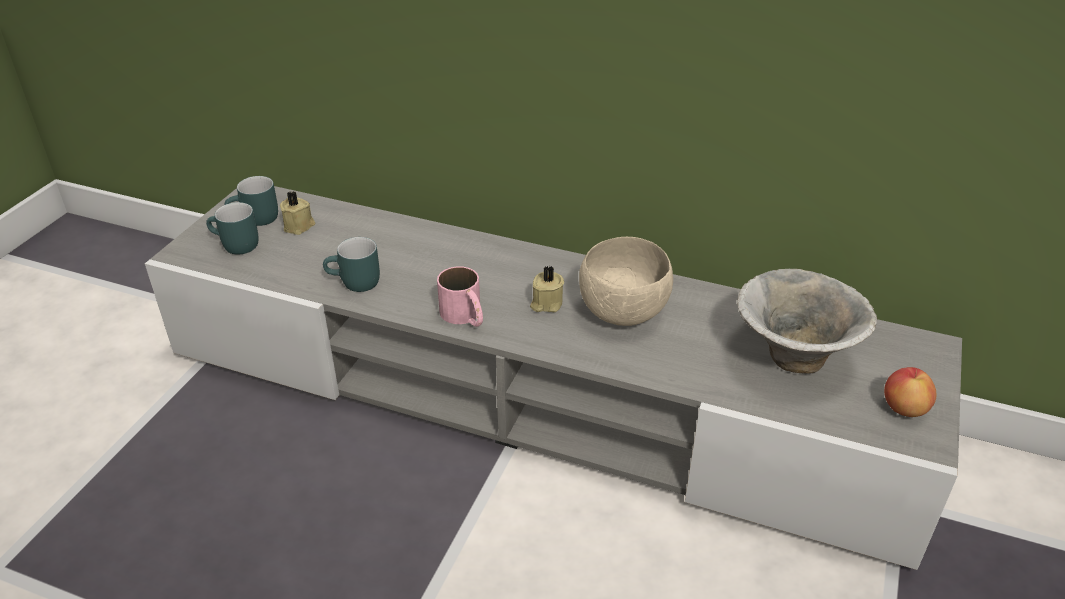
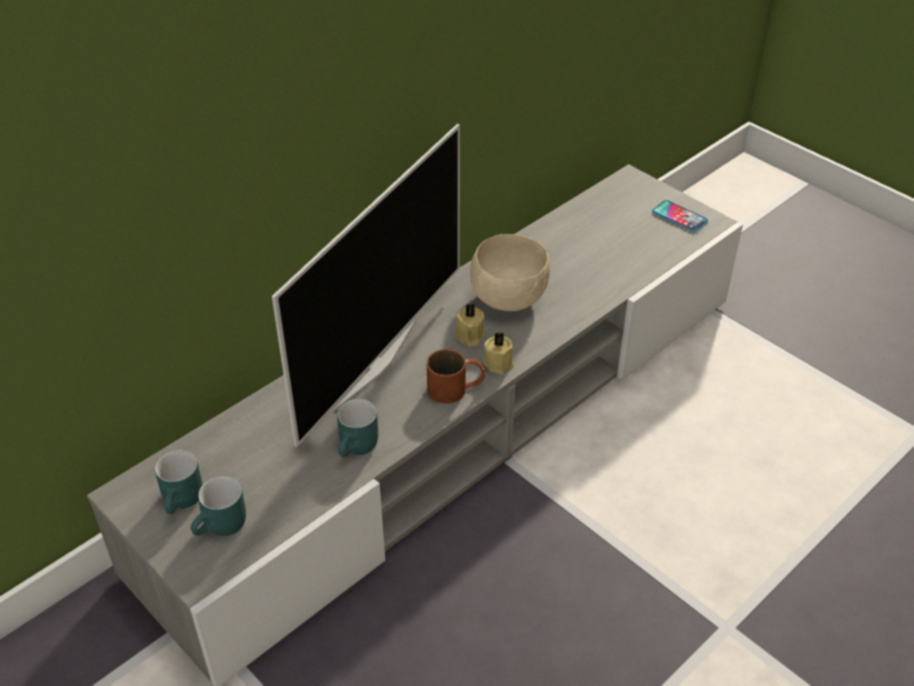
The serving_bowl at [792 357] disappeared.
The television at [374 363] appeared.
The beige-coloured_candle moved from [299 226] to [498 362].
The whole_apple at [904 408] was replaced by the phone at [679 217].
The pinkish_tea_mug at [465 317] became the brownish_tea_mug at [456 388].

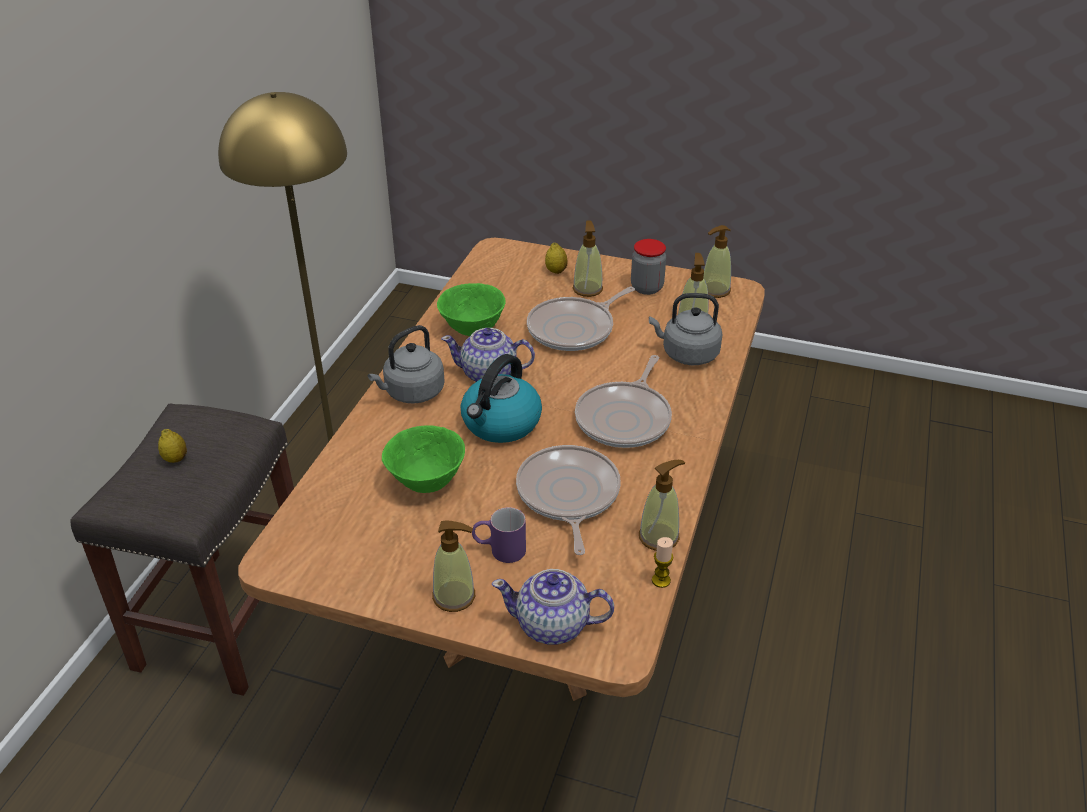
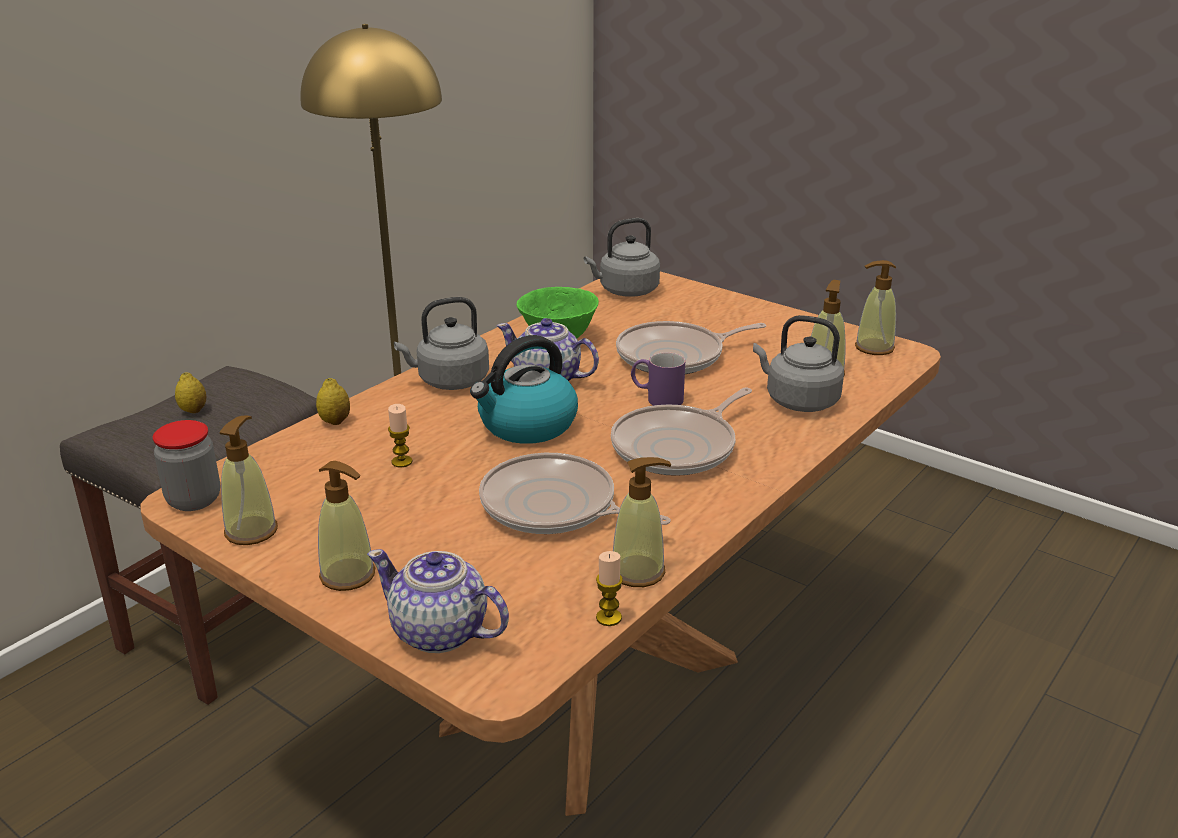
The gray_tea_kettle at [626 291] appeared.
The purple-coloured_tea_mug moved from [499 550] to [656 399].
The whole_lemon moved from [556 271] to [335 421].
The soap_bottle moved from [587 289] to [251 531].
The preserve_jar moved from [646 288] to [194 500].
The green-coloured_serving_bowl at [426 482] was replaced by the candle at [402 462].
The frying_pan at [568 495] turned 75 degrees counterclockwise.

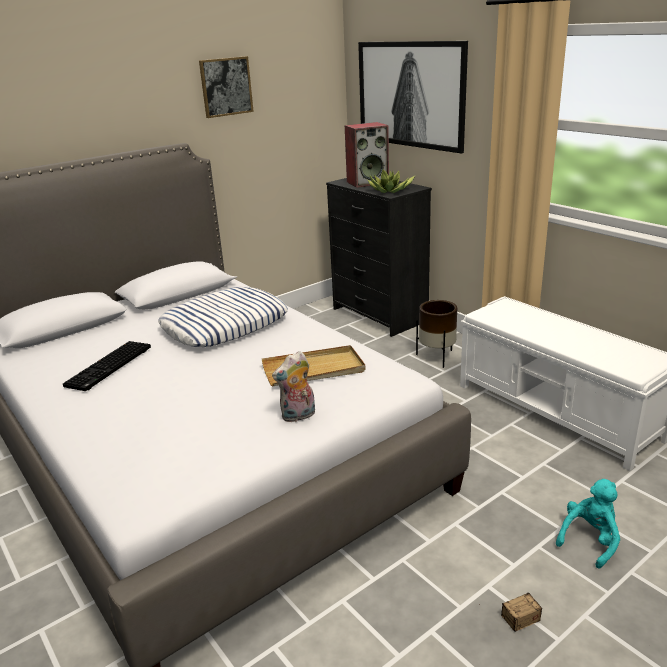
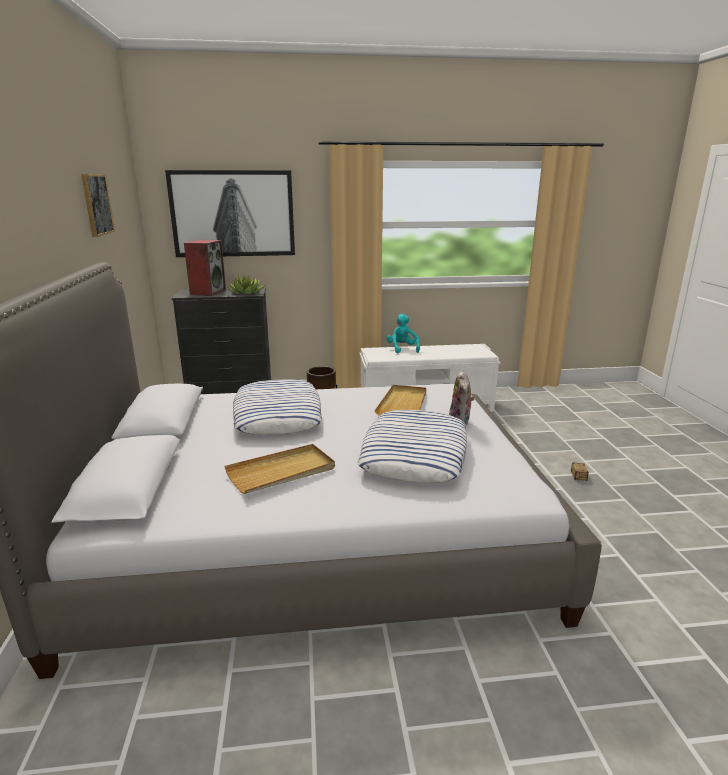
The pillow at [414 454] appeared.
The turquoise-coloured_cuddly_toy moved from [590 540] to [402 349].
The keyboard at [110 367] was replaced by the beige-coloured_serving_tray at [282 472].

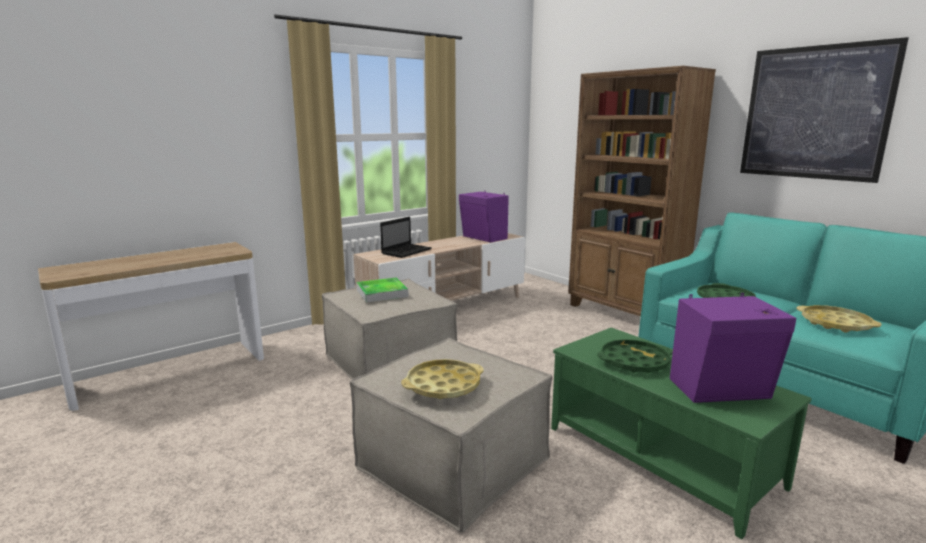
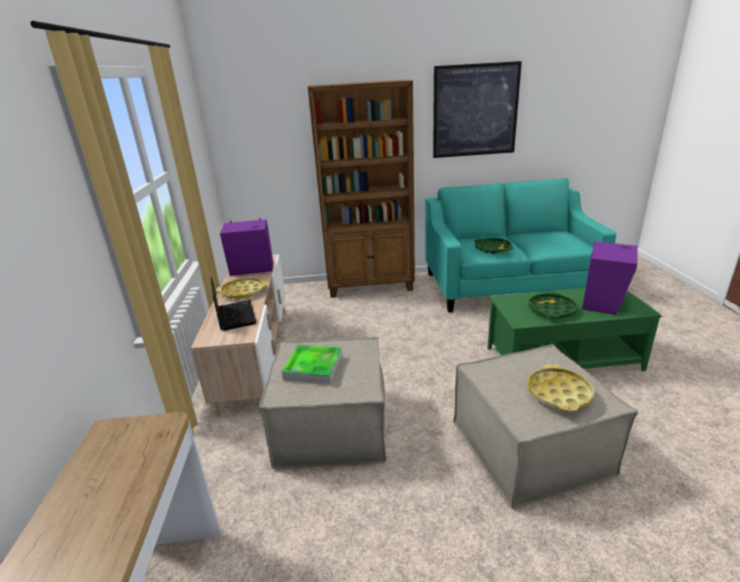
The yellowish_serving_tray moved from [835 324] to [243 292].

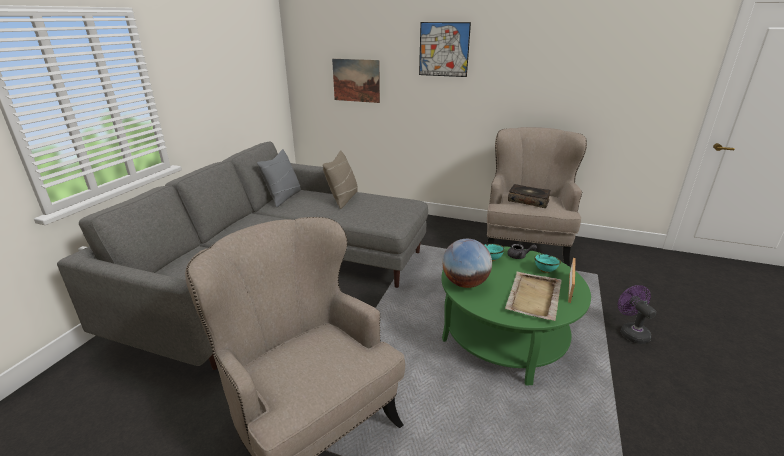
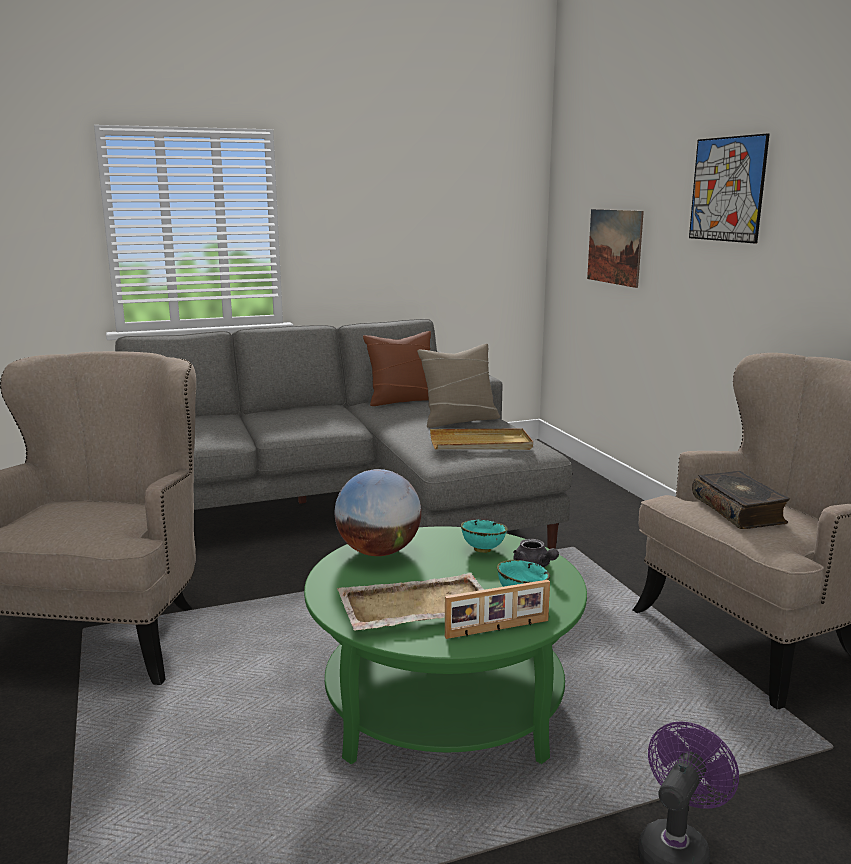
The beige-coloured_serving_tray at [481 444] appeared.
The gray_pillow at [283 197] became the brownish_pillow at [402 400].

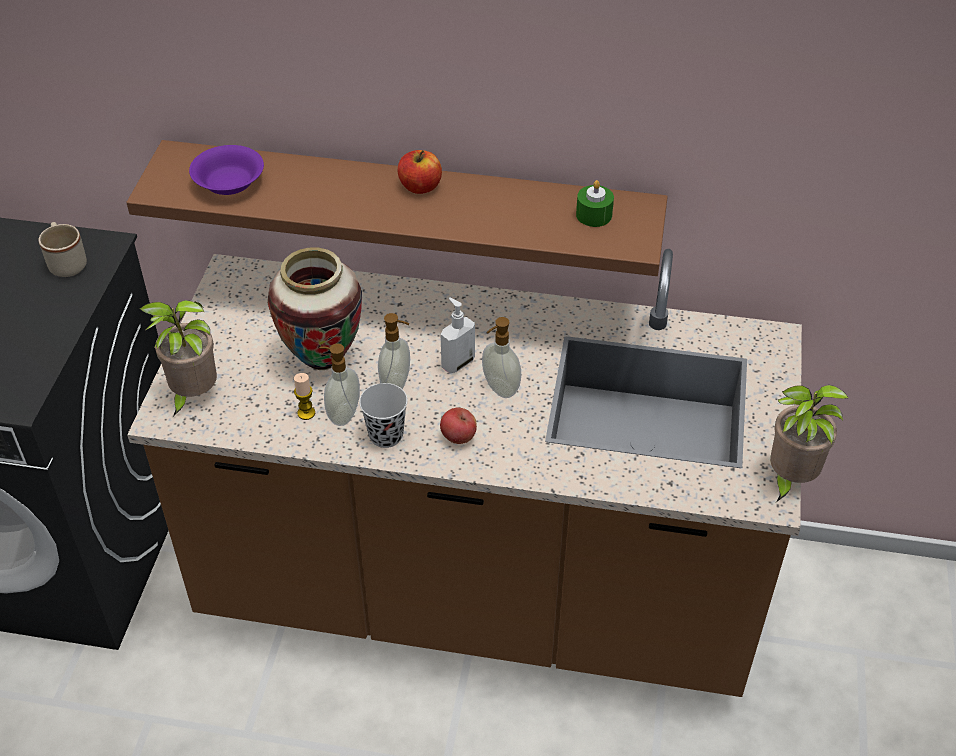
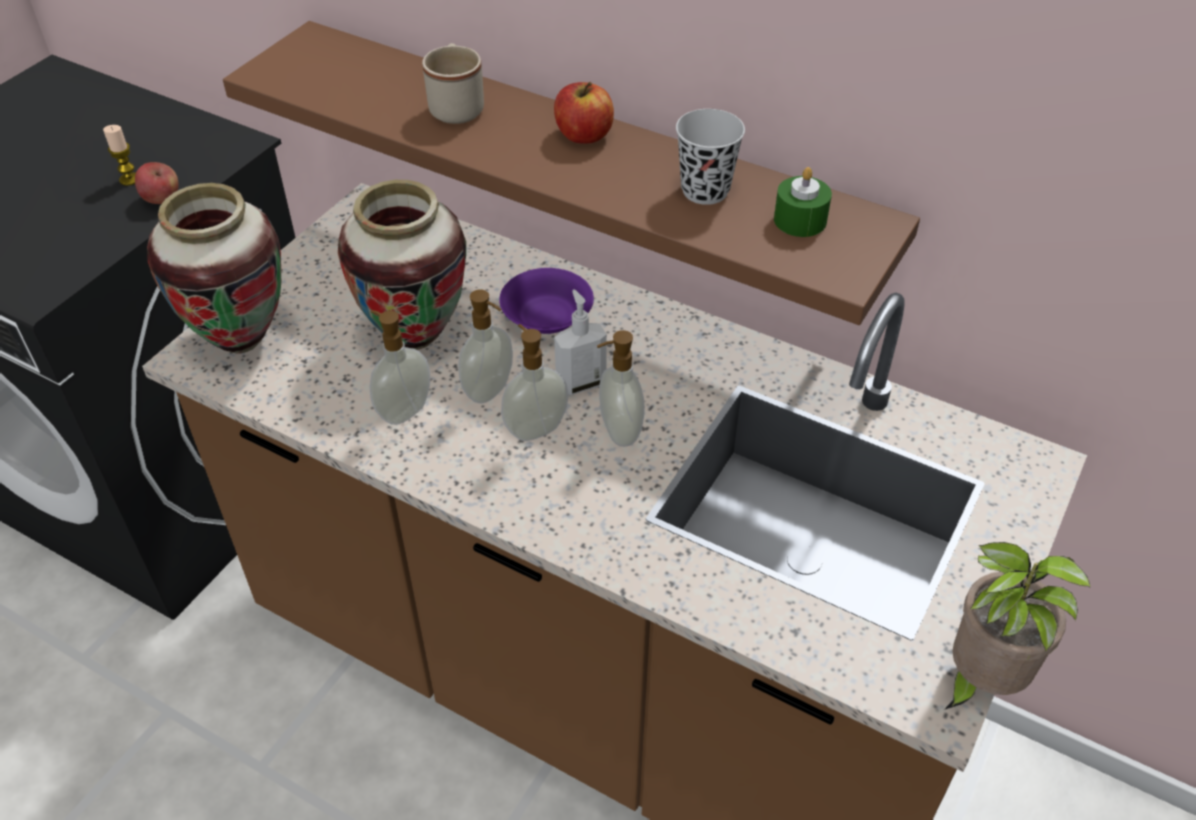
The soap_bottle at [535 428] appeared.
The beige-coloured_tea_mug moved from [67 262] to [456 106].
The purple-coloured_serving_bowl moved from [228 184] to [546 318].
The candle moved from [306 413] to [129 179].
The blackish_drinking_cup moved from [386 435] to [705 191].
The whole_apple moved from [458 437] to [162 200].
The houseplant at [192 396] was replaced by the flower_vase at [241 340].

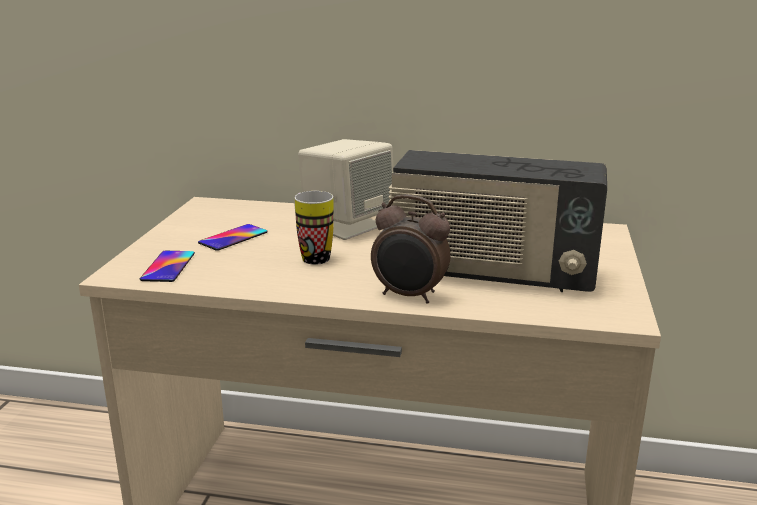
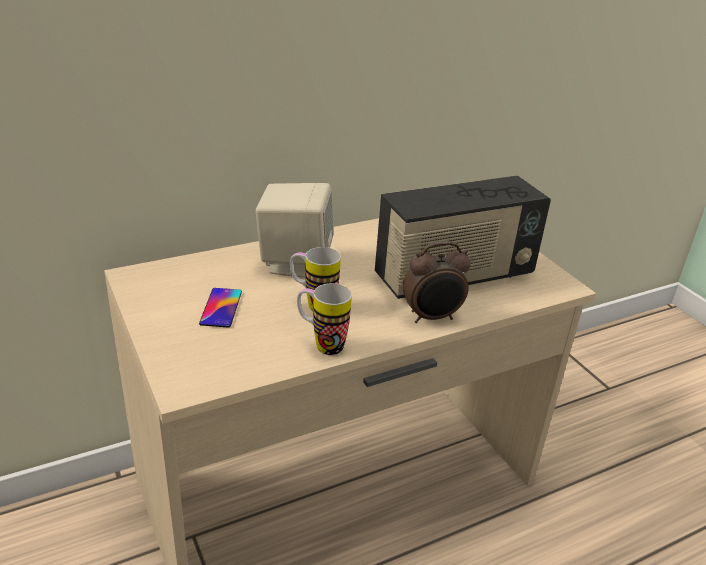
The phone at [168 267] disappeared.
The tea_mug at [321 344] appeared.

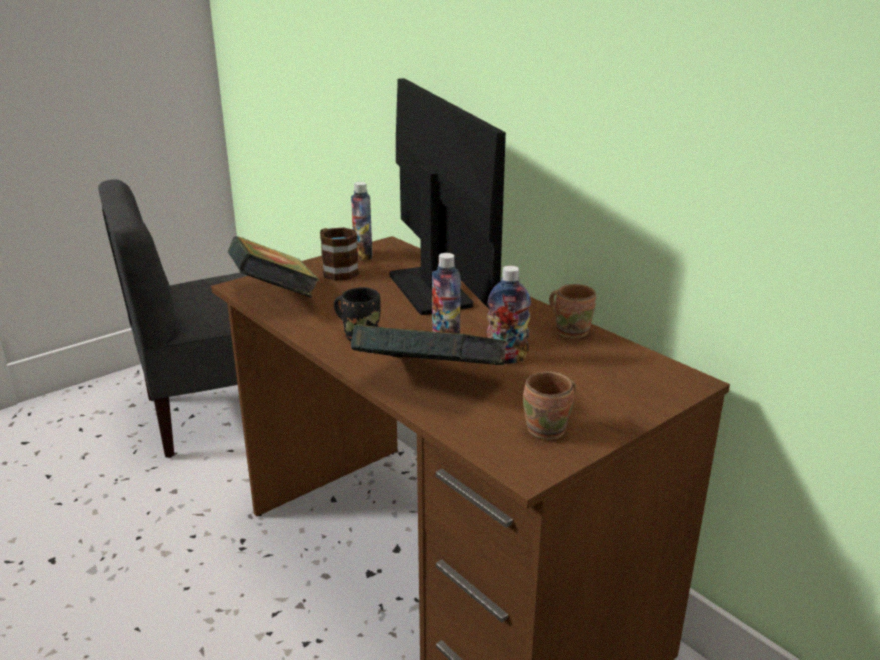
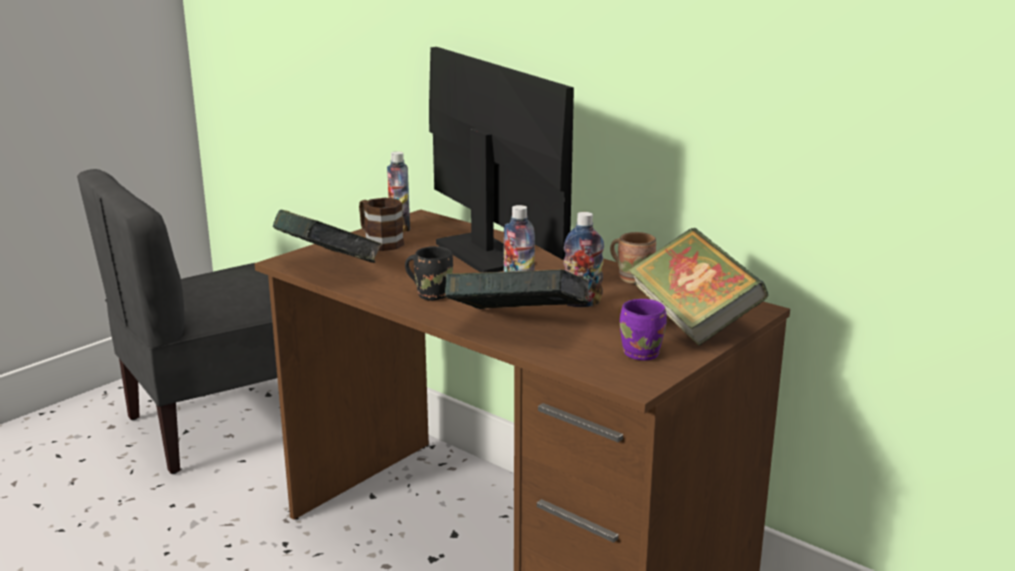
The bound_book at [692 321] appeared.
The brownish_tea_mug at [550 430] became the purple-coloured_tea_mug at [644 353].

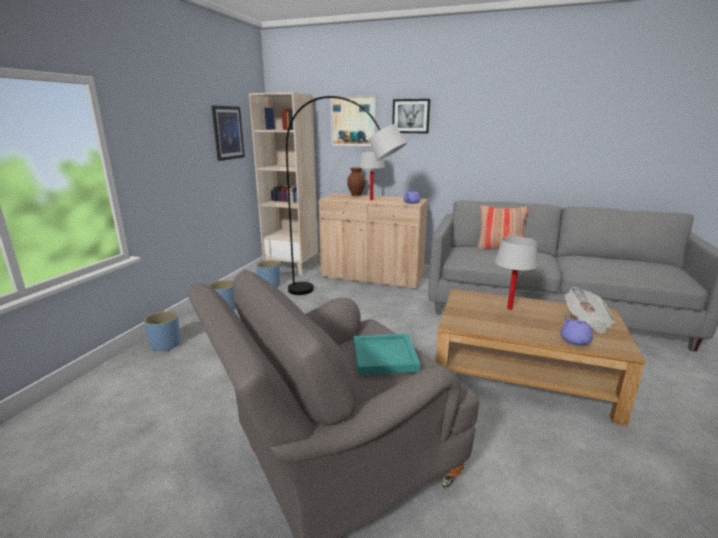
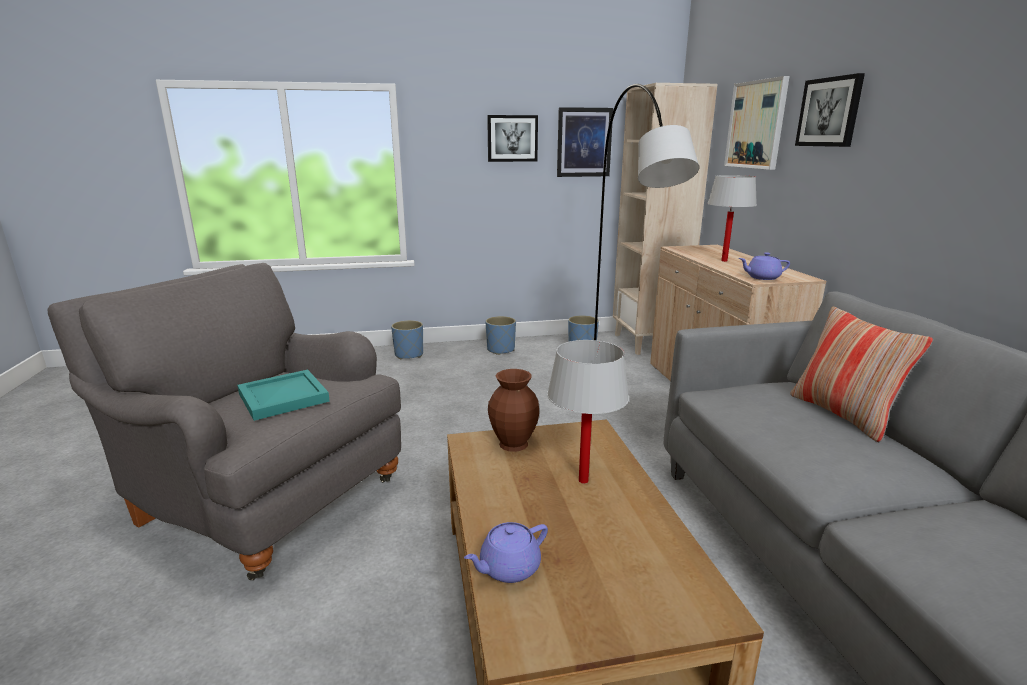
The newspaper at [587 321] disappeared.
The wall_art at [512 138] appeared.
The brownish_flower_vase moved from [356 195] to [514 444].

